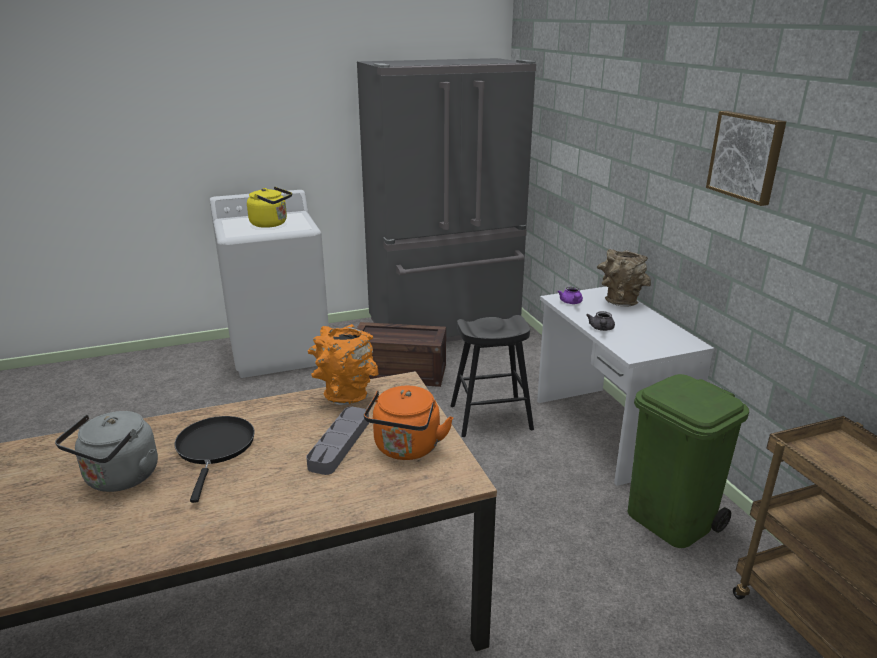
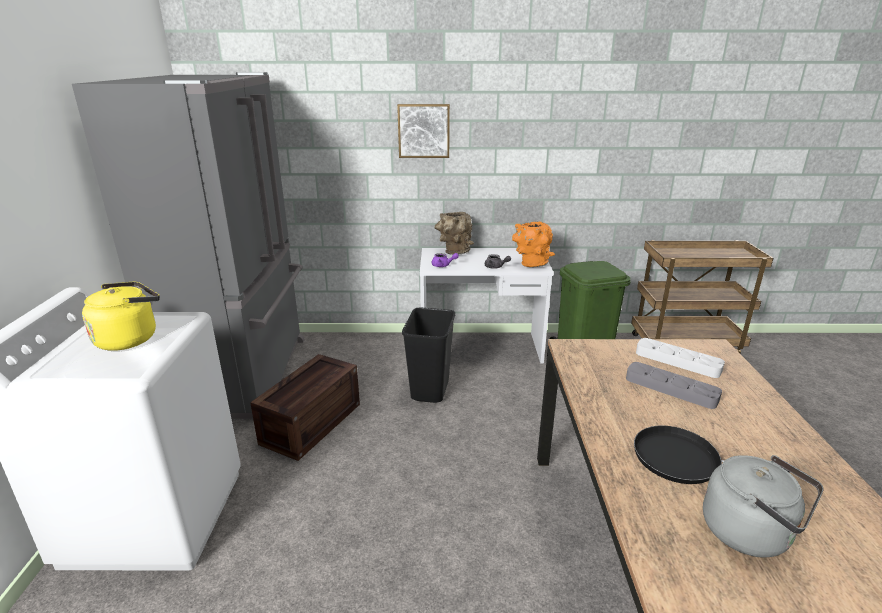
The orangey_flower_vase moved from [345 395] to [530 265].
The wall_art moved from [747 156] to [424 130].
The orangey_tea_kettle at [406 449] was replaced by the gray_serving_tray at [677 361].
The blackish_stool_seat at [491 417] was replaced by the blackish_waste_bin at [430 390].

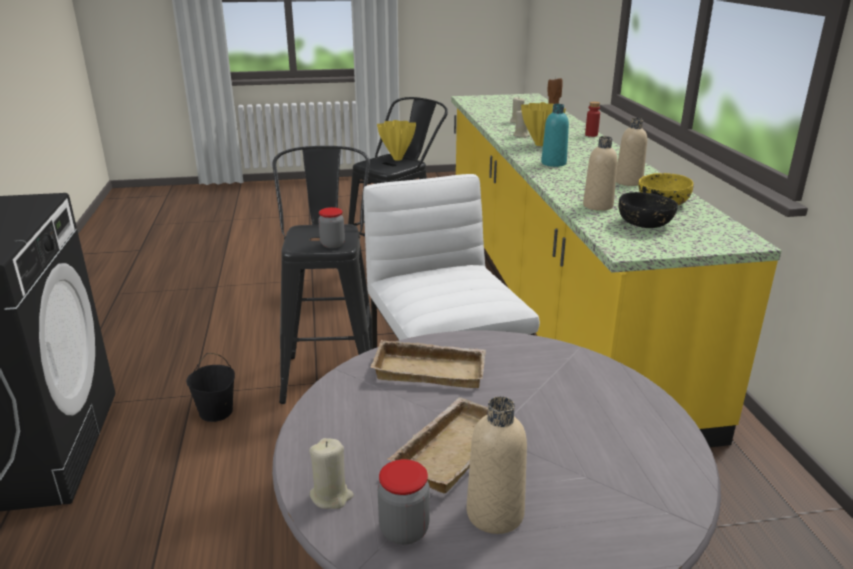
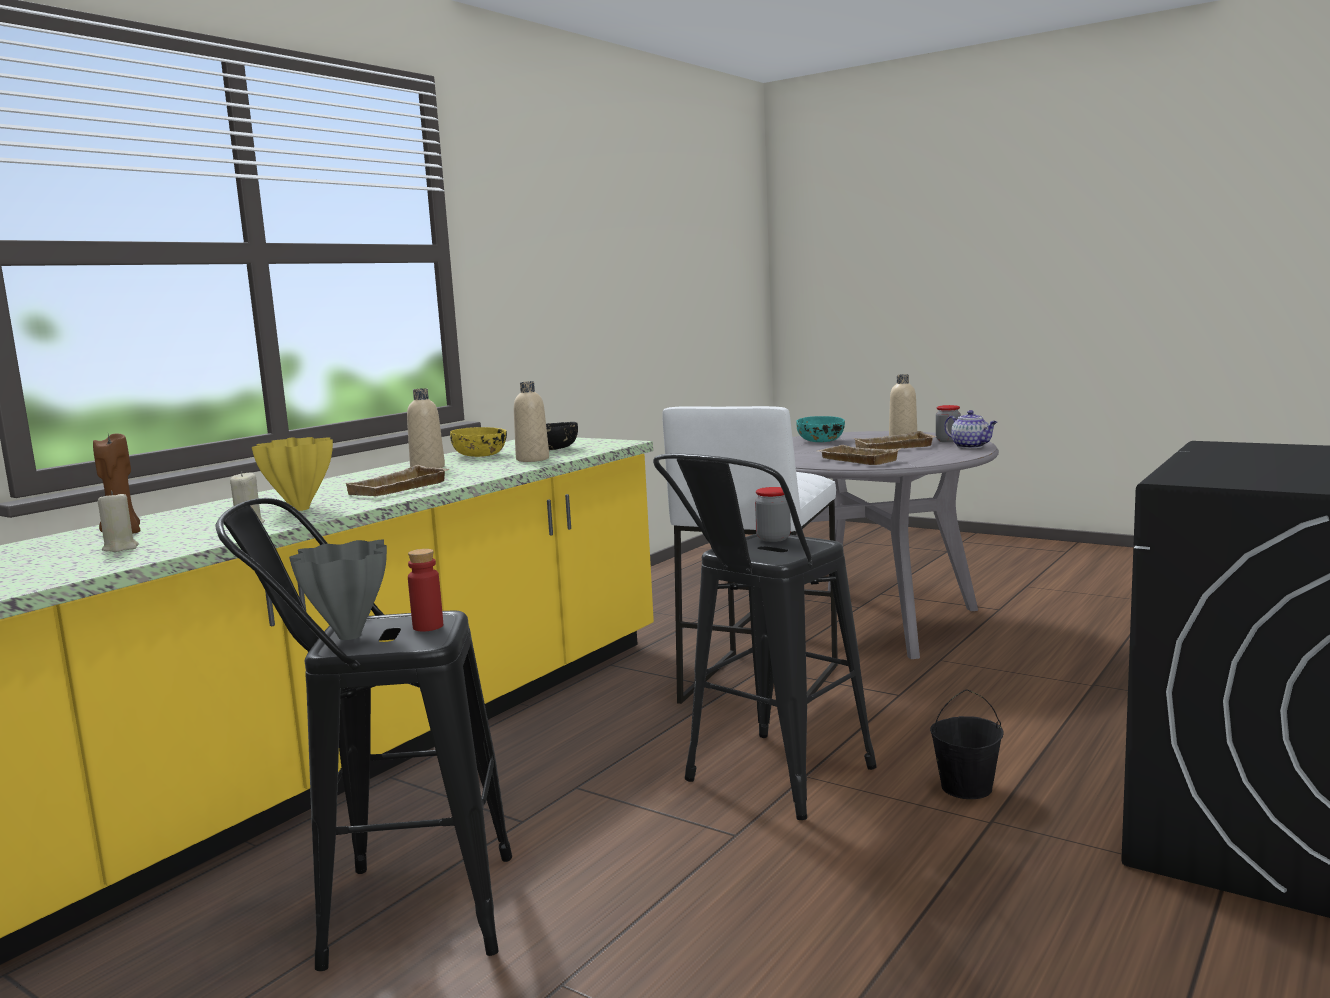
The turquoise-coloured_serving_bowl at [820 441] appeared.
The red-coloured_beverage_bottle moved from [591 135] to [428 626].
The beige-coloured_candle at [331 496] was replaced by the teapot at [971 446].
The turquoise-coloured_beverage_bottle at [553 163] was replaced by the beige-coloured_serving_tray at [399 489].
The yellowish_flower_vase at [397 159] became the gray_flower_vase at [348 637].

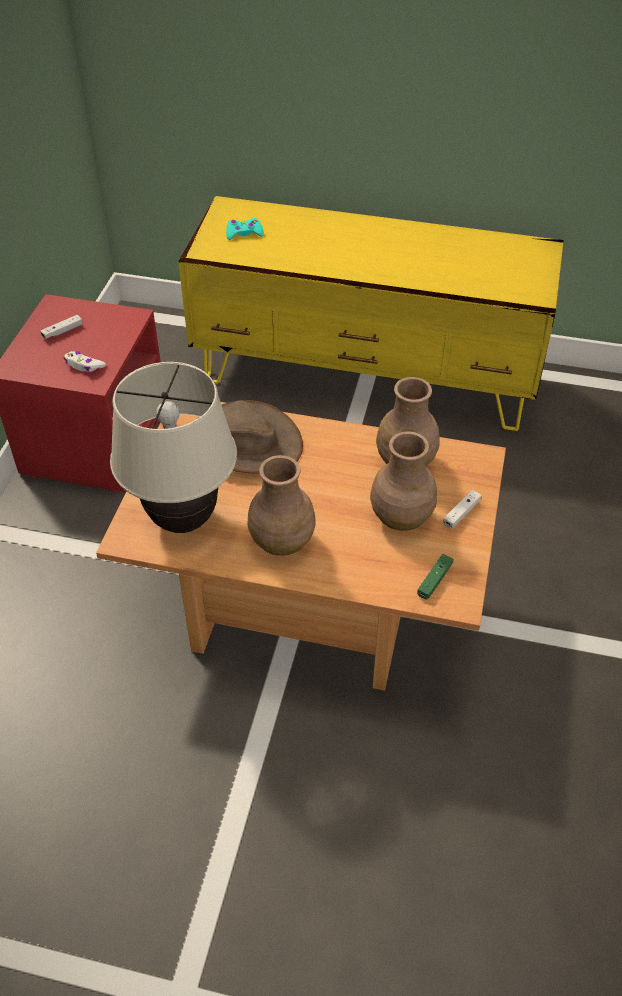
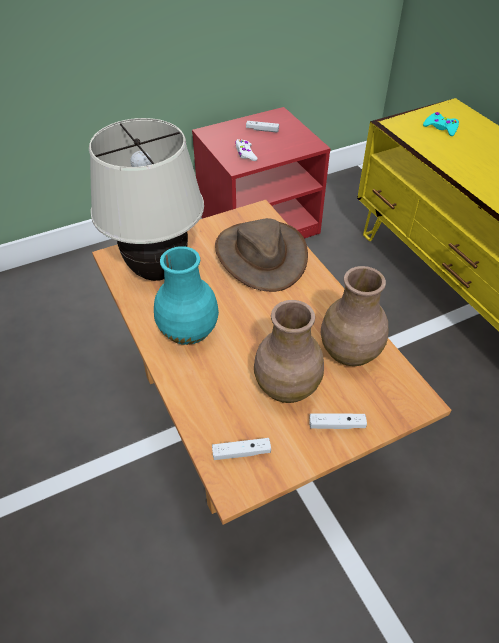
The brownish_flower_vase at [283 541] became the turquoise-coloured_flower_vase at [189 332].
The green-coloured_game_controller at [434 580] became the white-coloured_game_controller at [241 452].

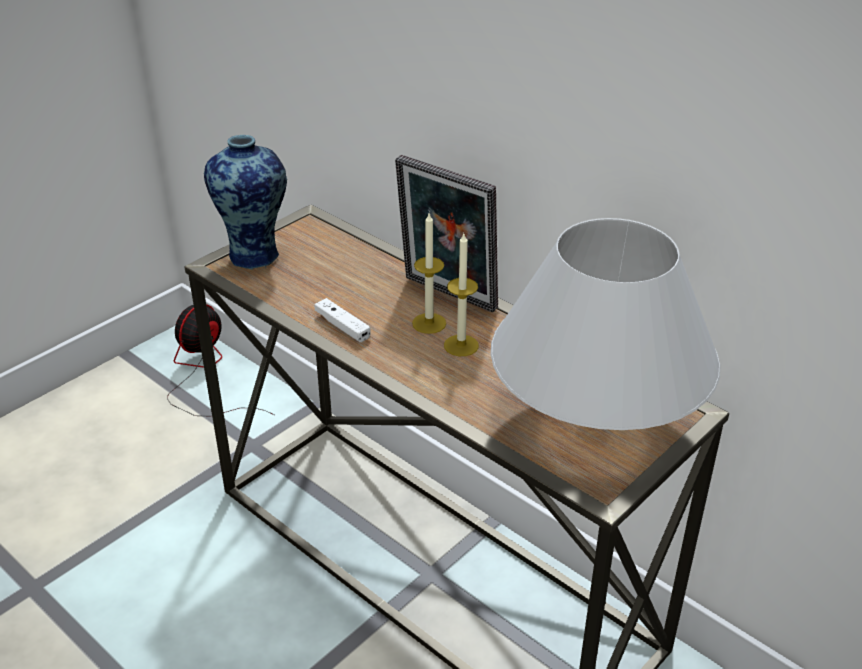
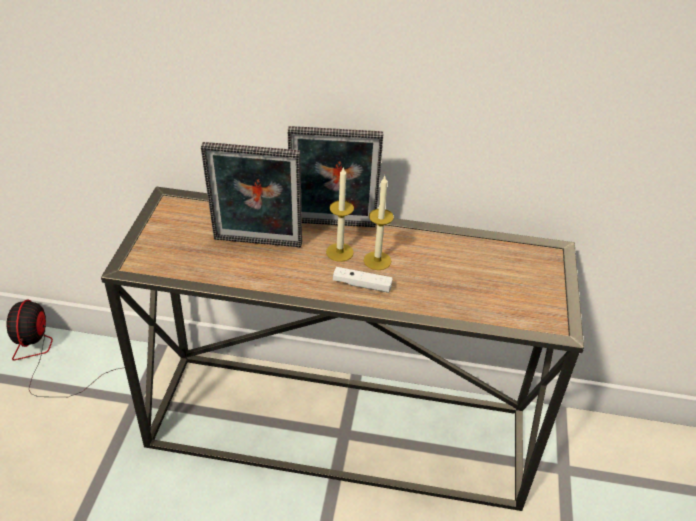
The flower_vase at [255 254] disappeared.
The white-coloured_lamp_for_a_table at [594 426] disappeared.
The photo_frame at [257 244] appeared.
The white-coloured_game_controller moved from [342 326] to [362 285].

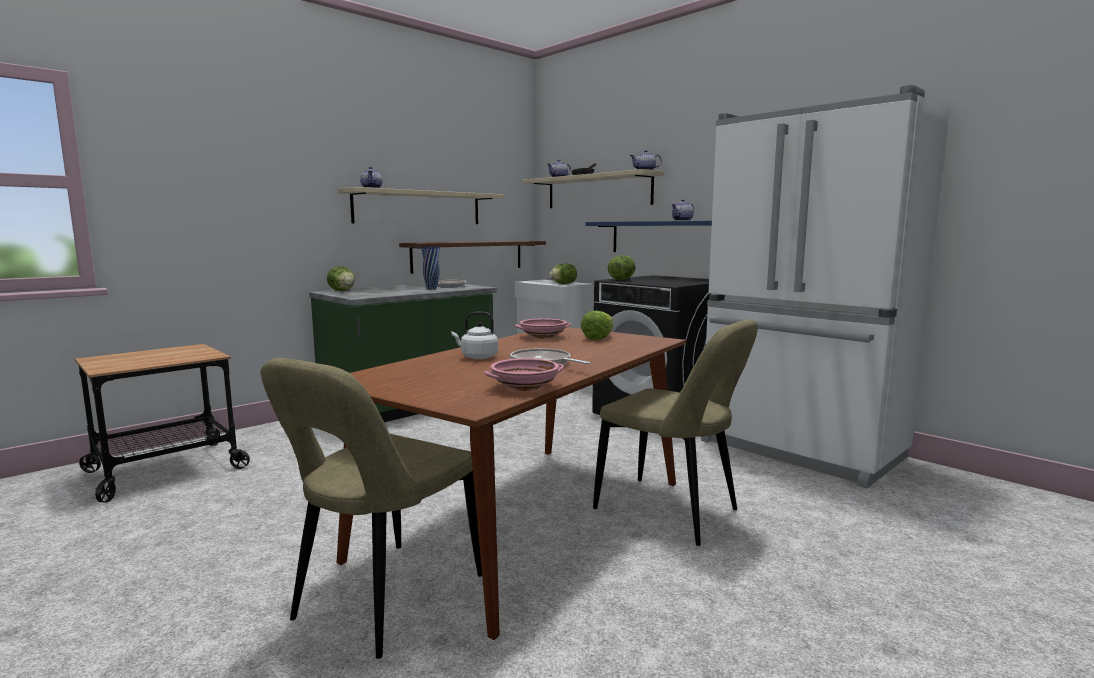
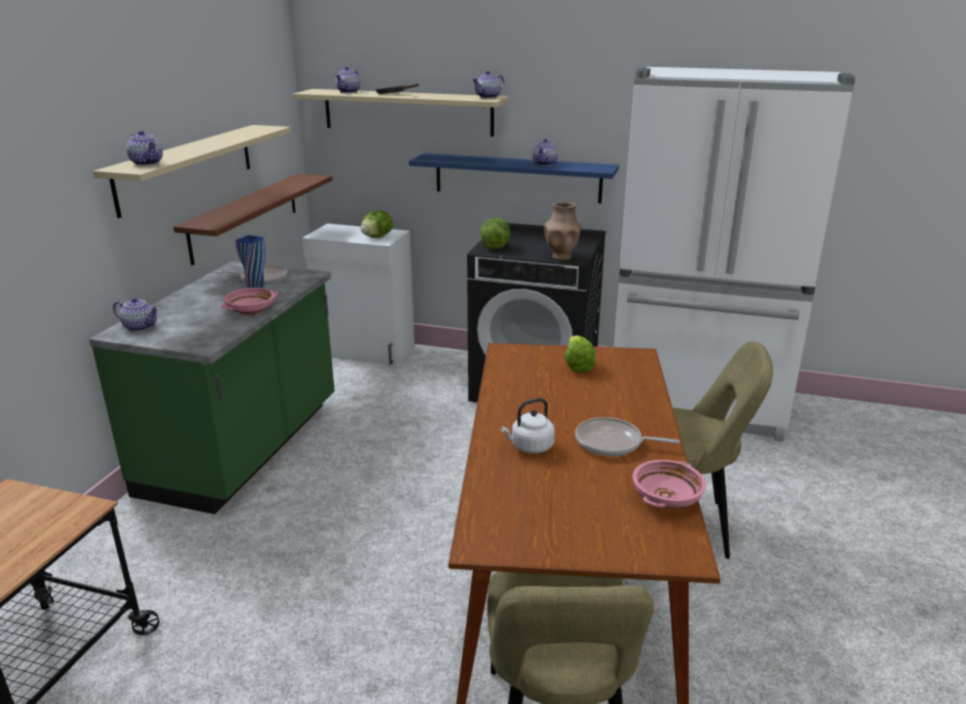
The brownish_flower_vase at [562 257] appeared.
The pinkish_serving_bowl moved from [542 337] to [251 311].
The lettuce_head at [342 291] was replaced by the teapot at [140 327].

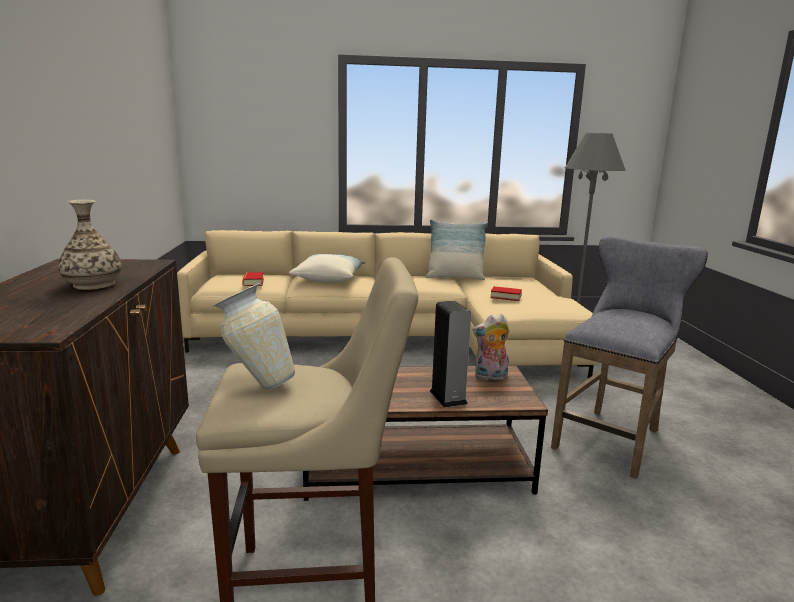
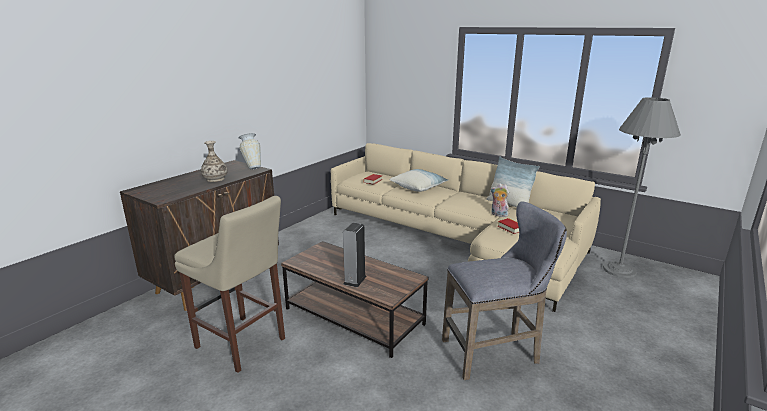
The flower_vase moved from [256 383] to [252 167].
The cuddly_toy moved from [490 377] to [498 215].

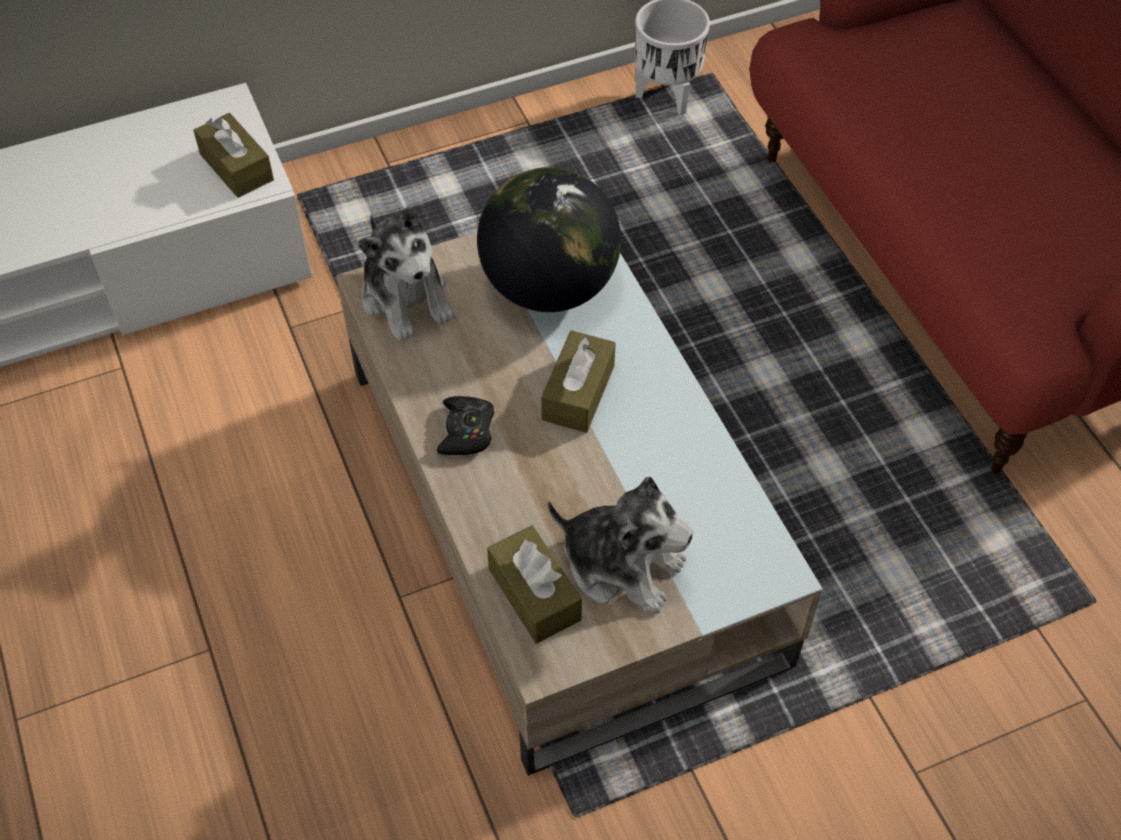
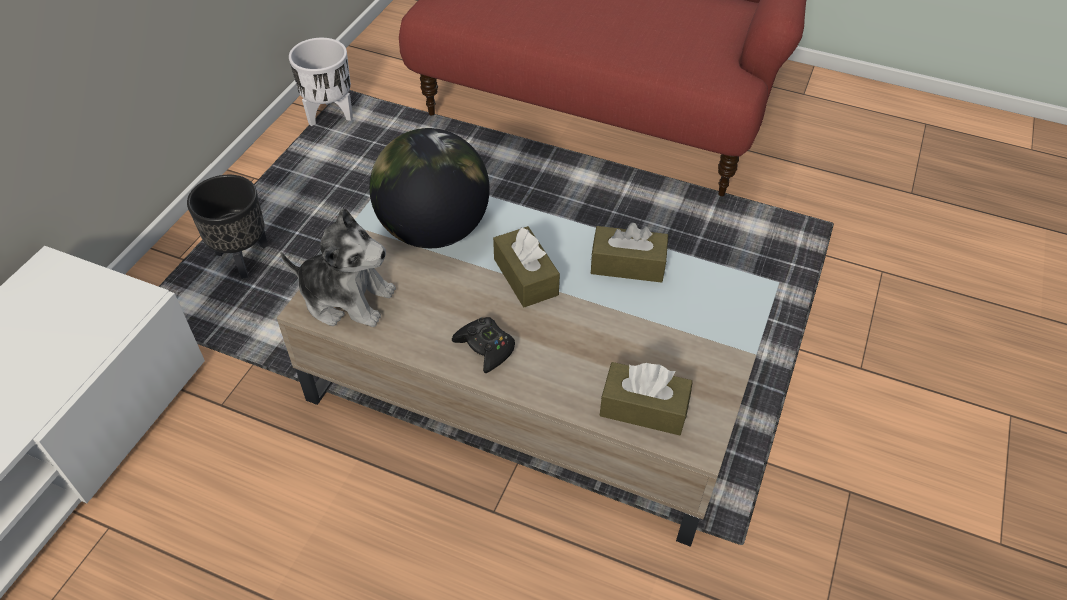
The cuddly_toy at [622 565] disappeared.
The blackish_planter at [243 260] appeared.
The brownish_box_of_tissues moved from [236 167] to [627 264].

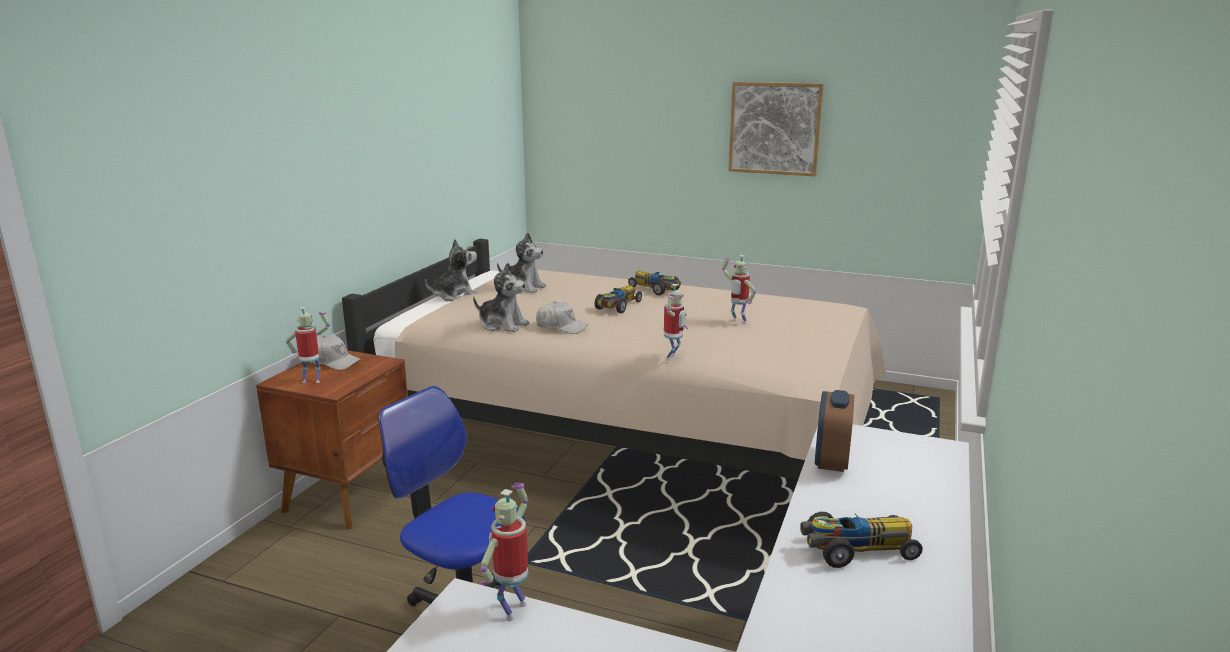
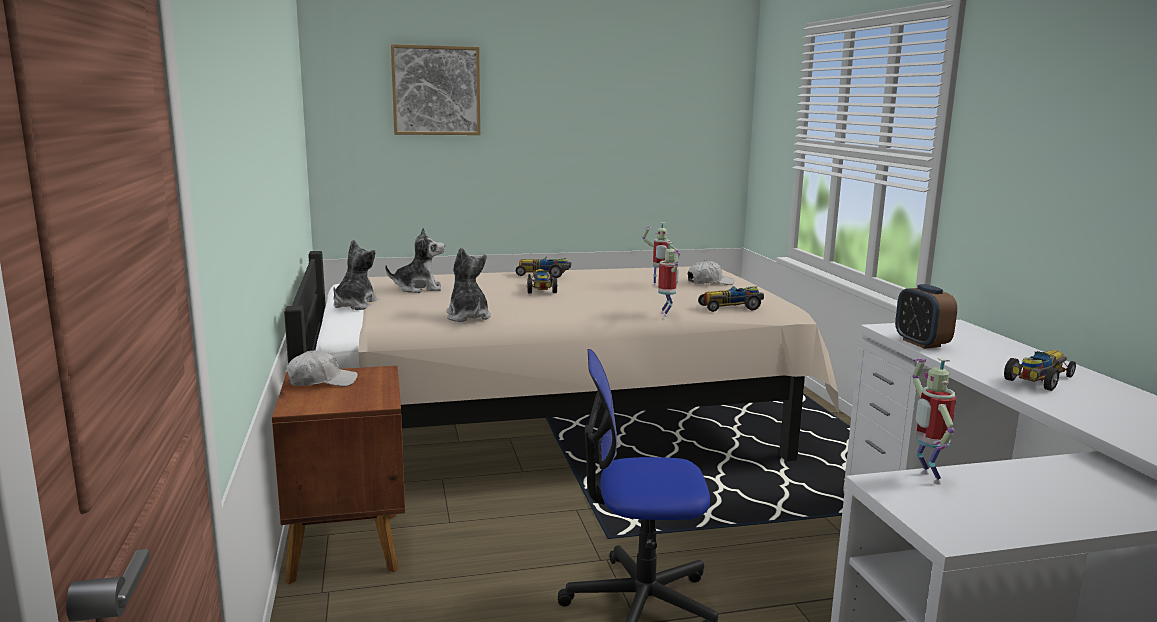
The toy_robot at [312 381] disappeared.
The toy_car at [732 307] appeared.
The white-coloured_cap moved from [561 327] to [709 282].
The wall_art moved from [775 128] to [436 90].
The cuddly_toy at [502 325] turned 105 degrees counterclockwise.

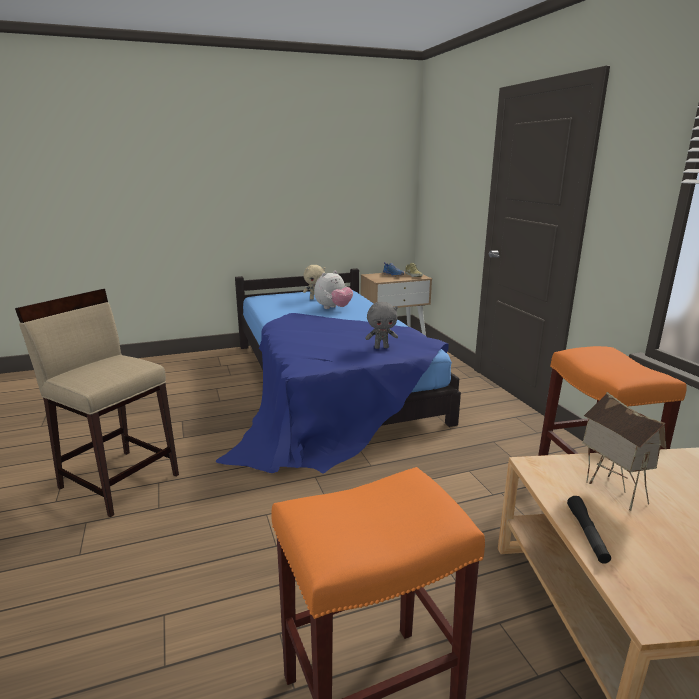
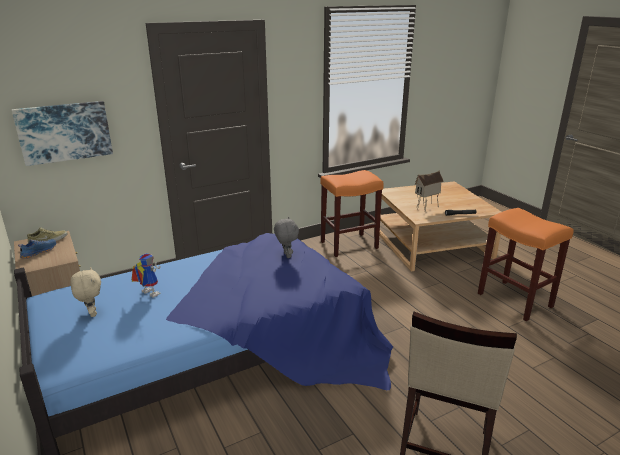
The wall_art at [64 132] appeared.
The cuddly_toy at [333 308] was replaced by the toy_robot at [147 294].

